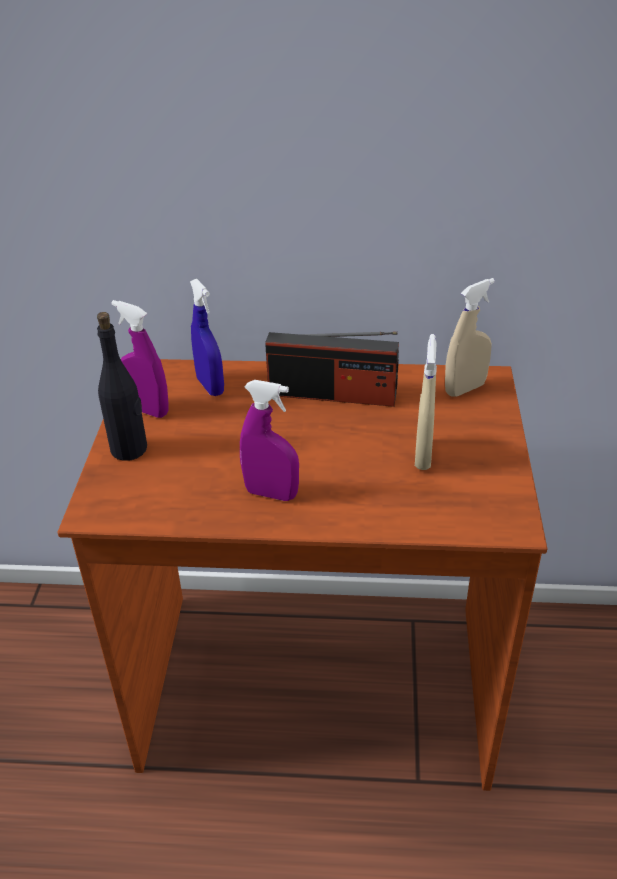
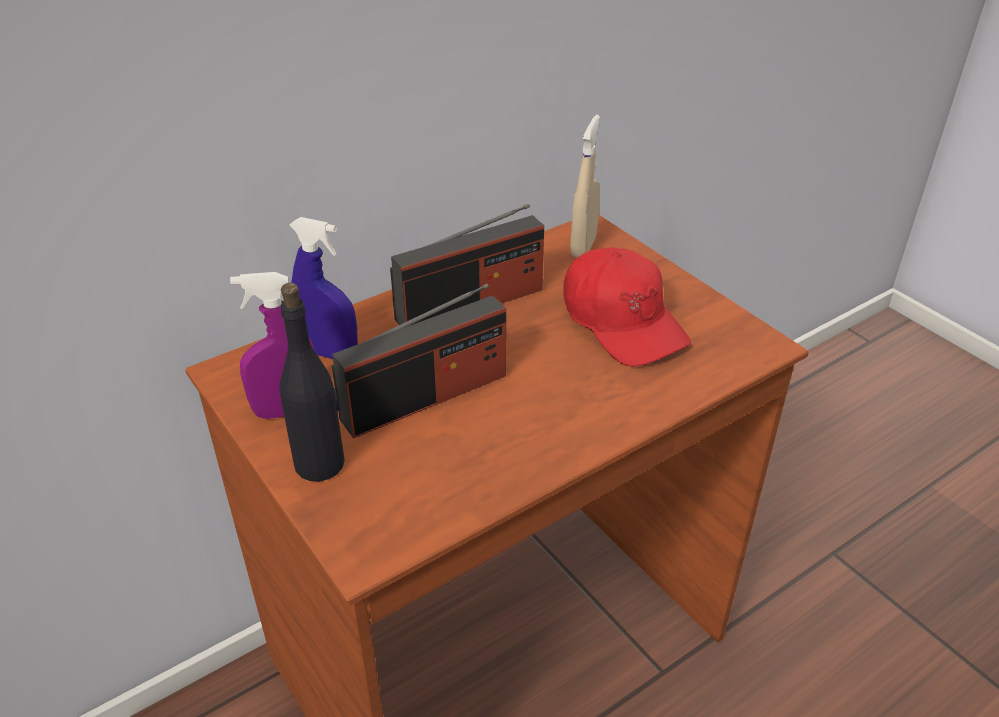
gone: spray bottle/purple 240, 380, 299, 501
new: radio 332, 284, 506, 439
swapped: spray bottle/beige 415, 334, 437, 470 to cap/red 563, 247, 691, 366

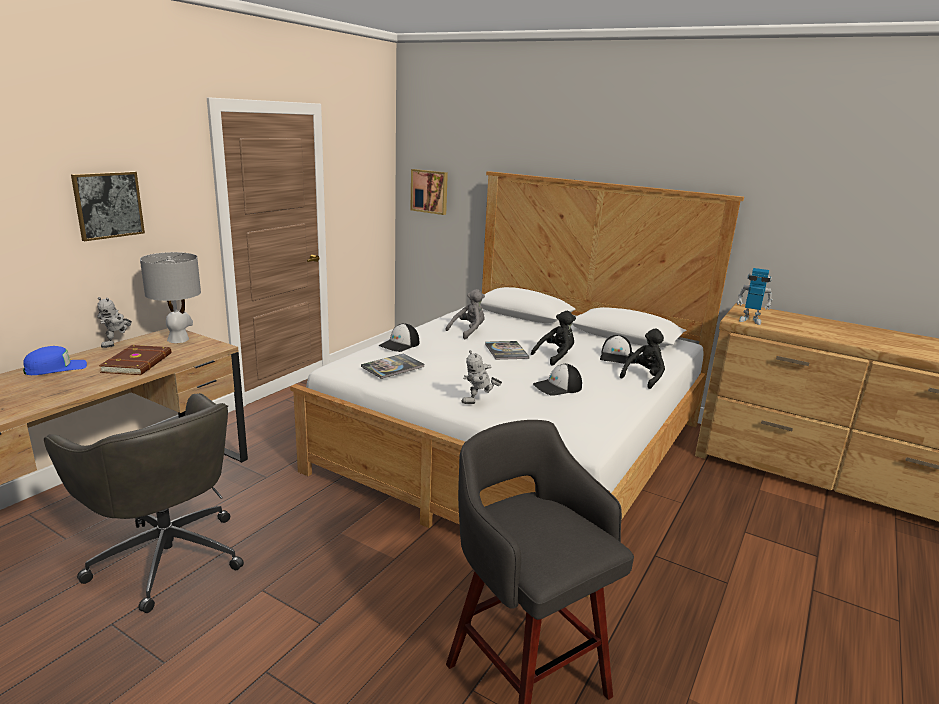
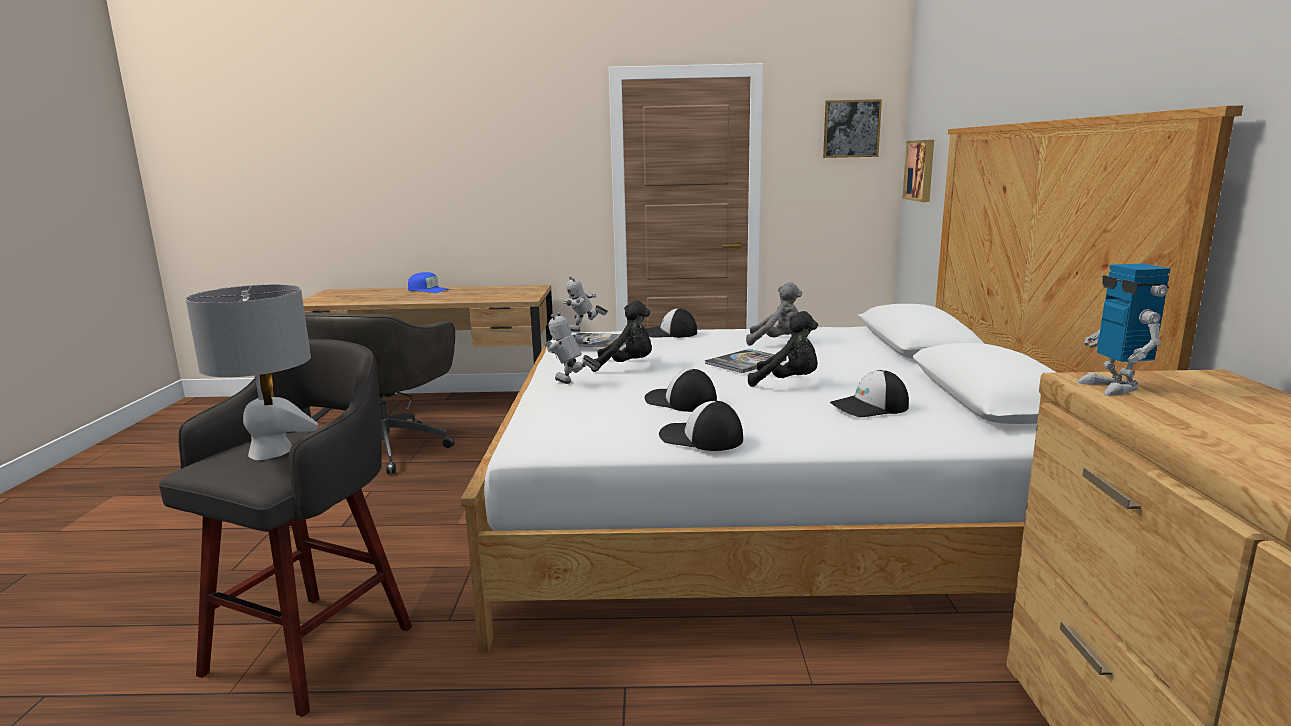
gone: book/brown 99, 345, 171, 375
new: cap 659, 401, 743, 451
shifted: table lamp/grey 140, 252, 201, 343 to 186, 284, 318, 460; toy robot 97, 297, 132, 348 to 563, 276, 608, 332; plush toy/black 620, 328, 665, 389 to 591, 300, 652, 372; picture 71, 171, 145, 241 to 823, 99, 882, 158

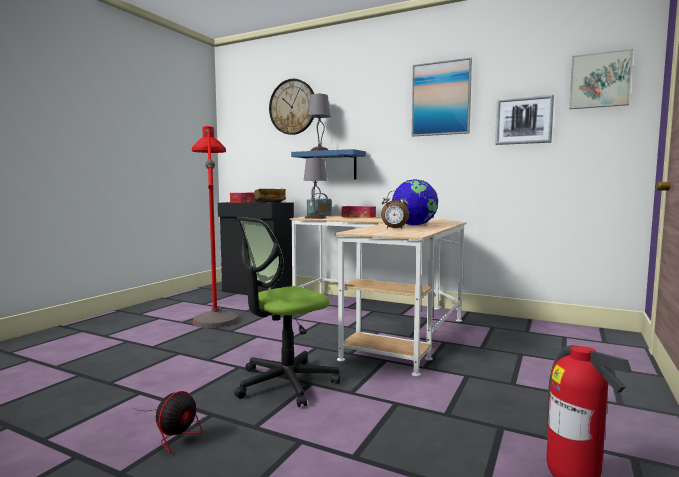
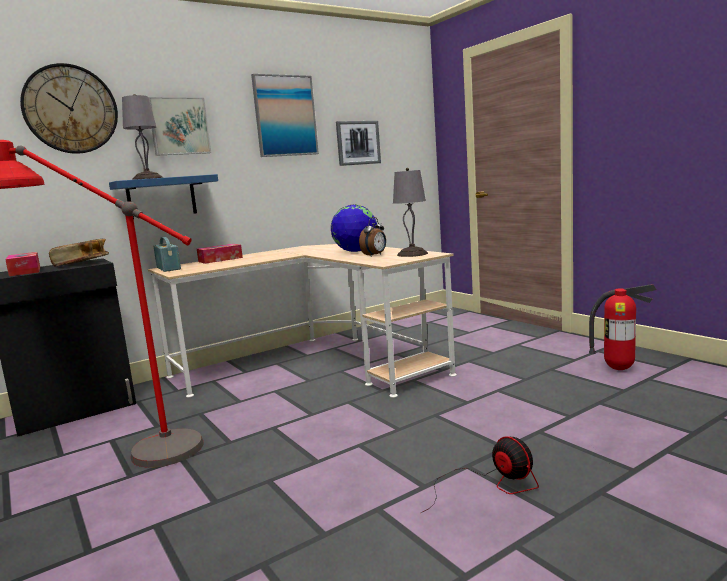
gone: office chair 234, 217, 340, 407
shifted: picture 569, 49, 633, 109 to 148, 97, 211, 156; table lamp/grey 304, 156, 327, 219 to 393, 168, 428, 257

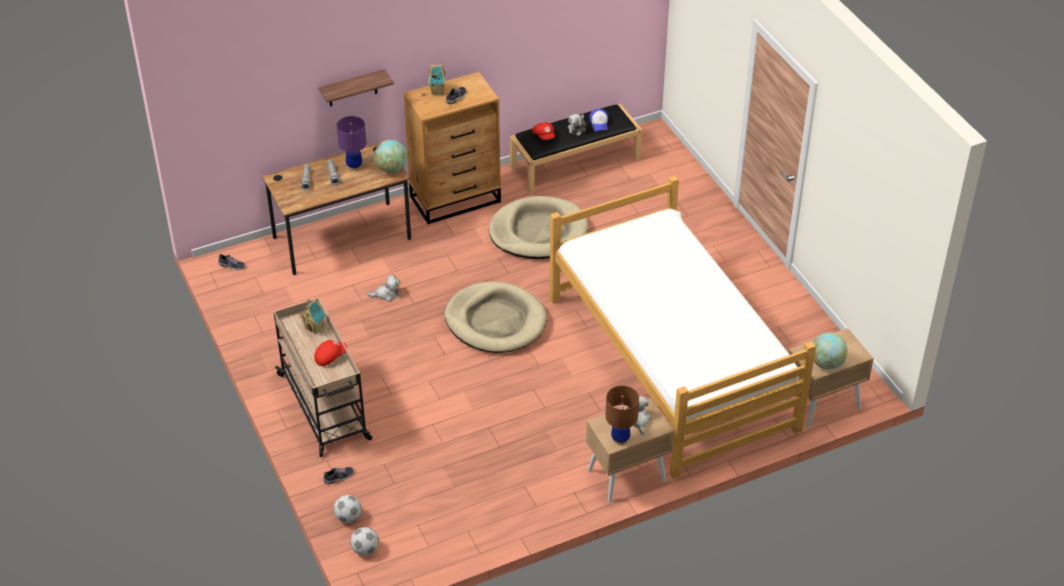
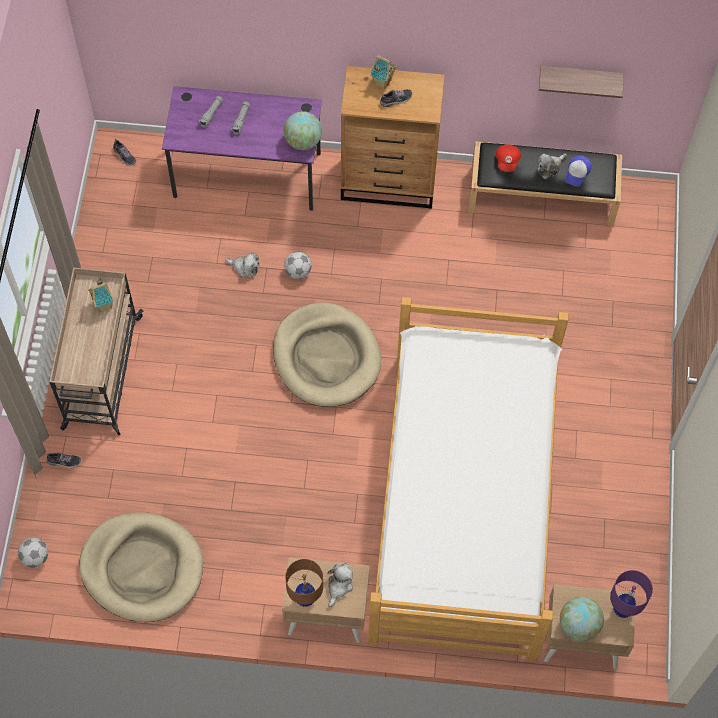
gone: cap/red 314, 340, 347, 366
shifted: dog bed/beige 489, 196, 588, 259 to 79, 512, 203, 622; football 334, 495, 362, 523 to 284, 252, 312, 279; shelf 318, 69, 394, 106 to 539, 66, 624, 98; table lamp/purple 337, 116, 366, 171 to 610, 570, 653, 618
repainted: desk/brown 262, 141, 411, 275 to desk/purple 162, 86, 322, 211

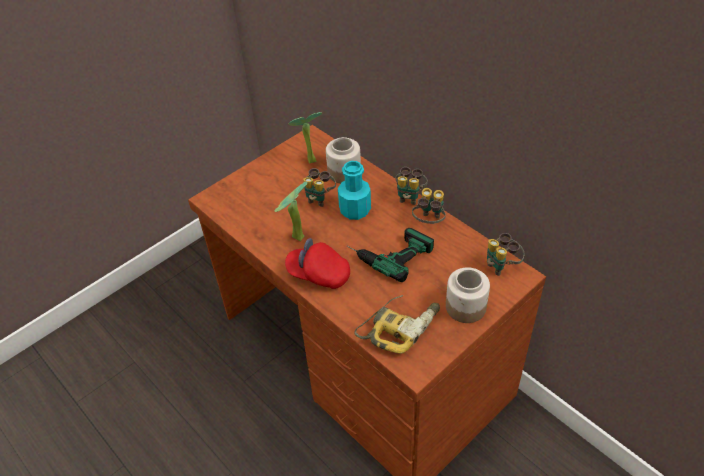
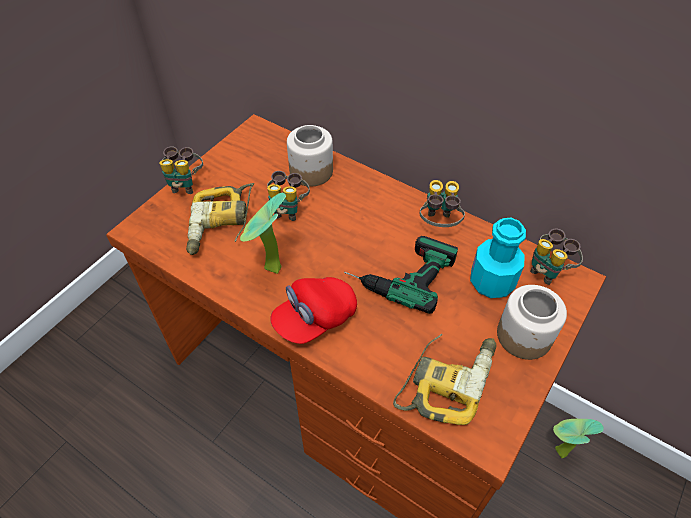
new: power drill 186, 183, 254, 255
shifted: binoculars 396, 167, 428, 205 to 159, 146, 203, 194; bottle/turquoise 338, 161, 371, 220 to 470, 218, 526, 298; potted plant 289, 112, 322, 164 to 553, 419, 603, 459
rotated: cap/red 285, 238, 350, 289 = 270, 277, 357, 344 45 degrees counterclockwise

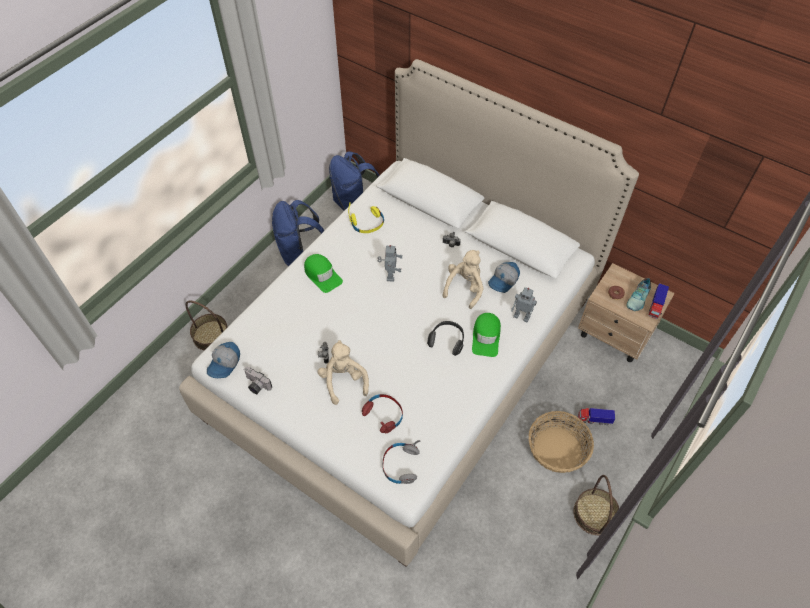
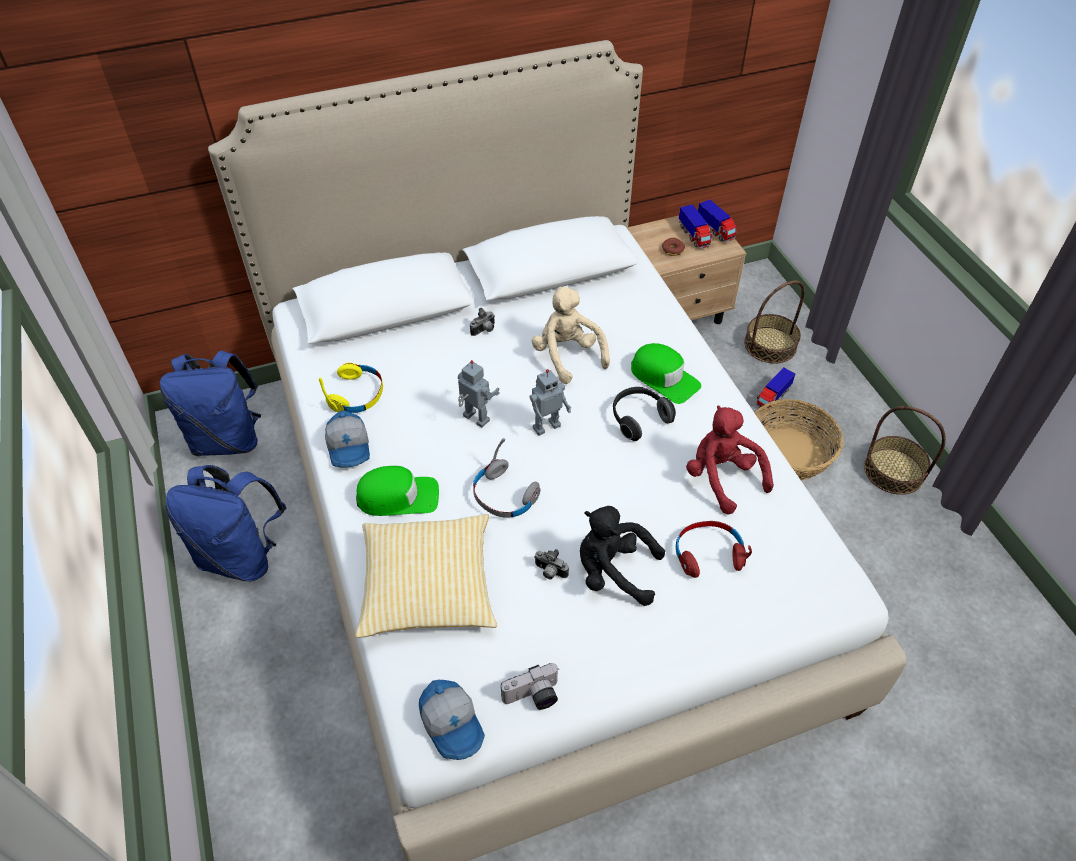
new: pillow 355, 514, 497, 638; plush toy/red 686, 406, 774, 515
shifted: cap 488, 262, 520, 293 to 325, 410, 370, 468; headphones/grey 382, 440, 421, 484 to 473, 438, 541, 518; toy robot 511, 287, 537, 322 to 530, 369, 571, 436; basket 185, 300, 227, 350 to 744, 281, 805, 364
swapped: shoe 627, 278, 651, 311 to toy truck 679, 204, 713, 249
repainted: plush toy/beige 318, 340, 369, 405 to plush toy/black 580, 506, 665, 606

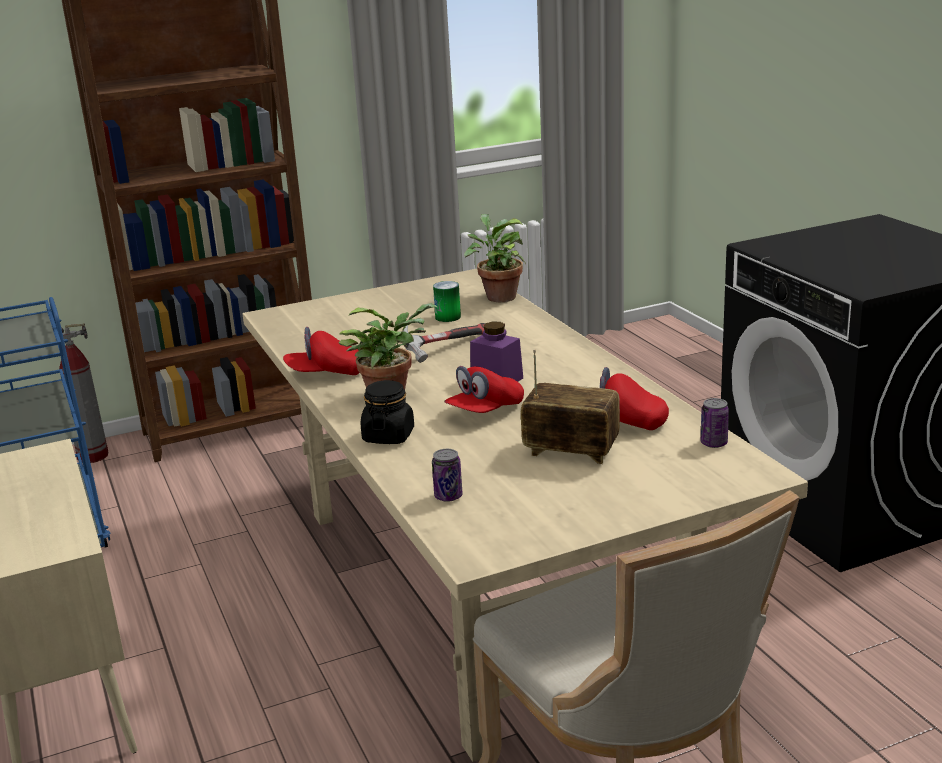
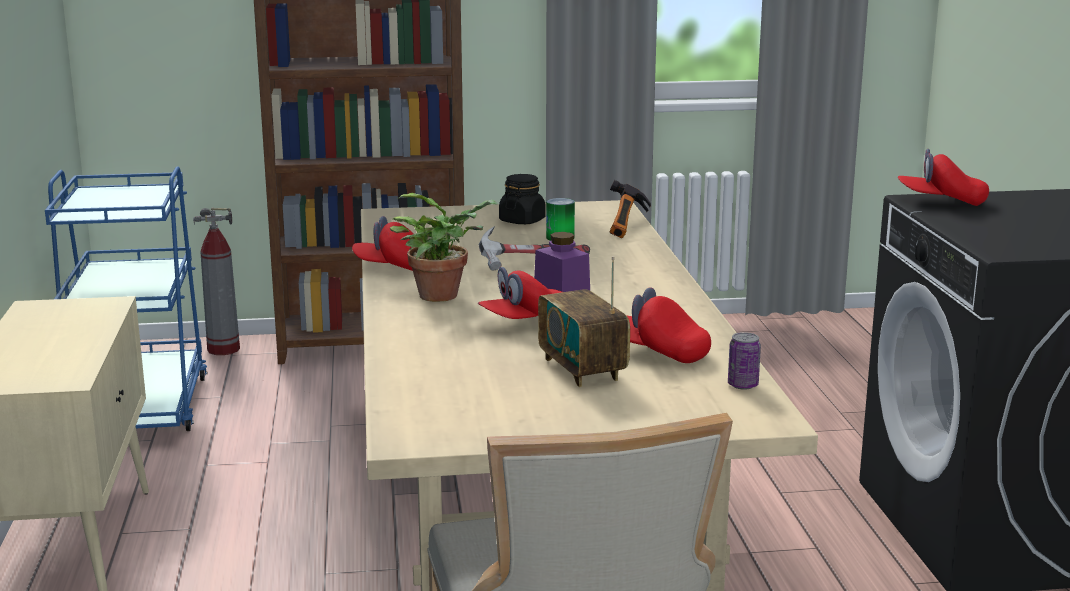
gone: can 432, 449, 463, 502
new: cap/red 898, 149, 989, 206
shifted: jar/black 360, 380, 414, 444 to 499, 174, 546, 224
swapped: potted plant 464, 214, 526, 303 to hammer 610, 180, 651, 238
rotated: radio 521, 349, 620, 464 = 538, 256, 630, 387 150 degrees counterclockwise

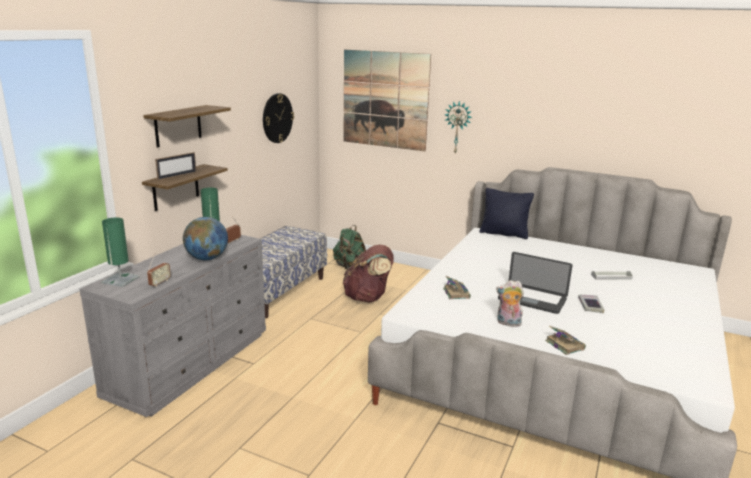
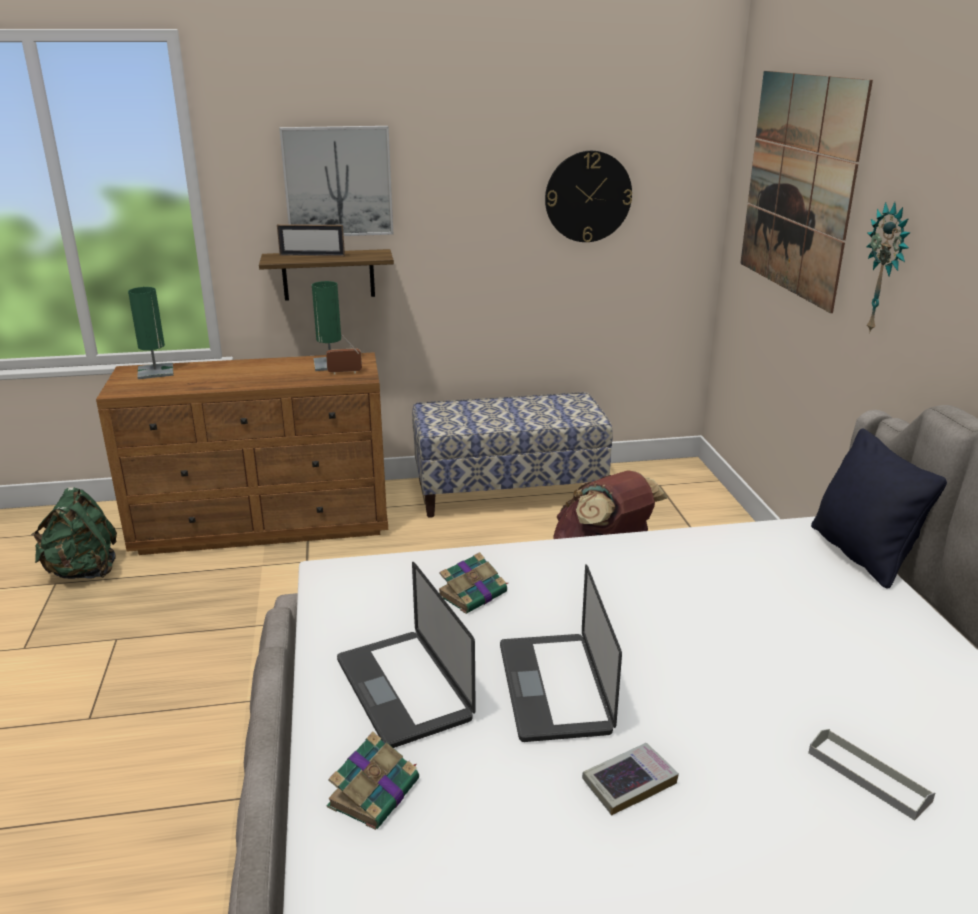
gone: radio 147, 253, 171, 287; globe 183, 217, 228, 260
shifted: backpack/green 333, 225, 366, 269 to 31, 487, 117, 579
swapped: shelf 143, 105, 231, 148 to picture 279, 126, 393, 236; plush toy 496, 280, 524, 327 to laptop 337, 562, 476, 748
repainted: dresser/grey 79, 235, 266, 417 to dresser/brown 96, 352, 388, 555

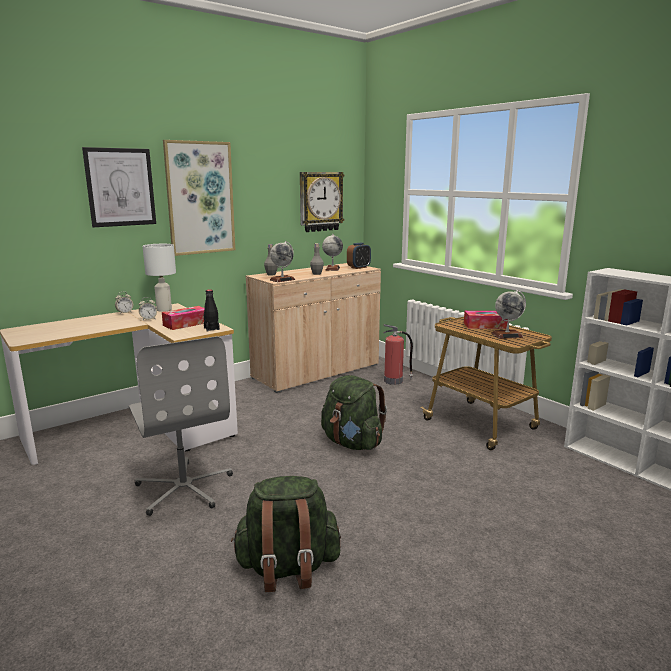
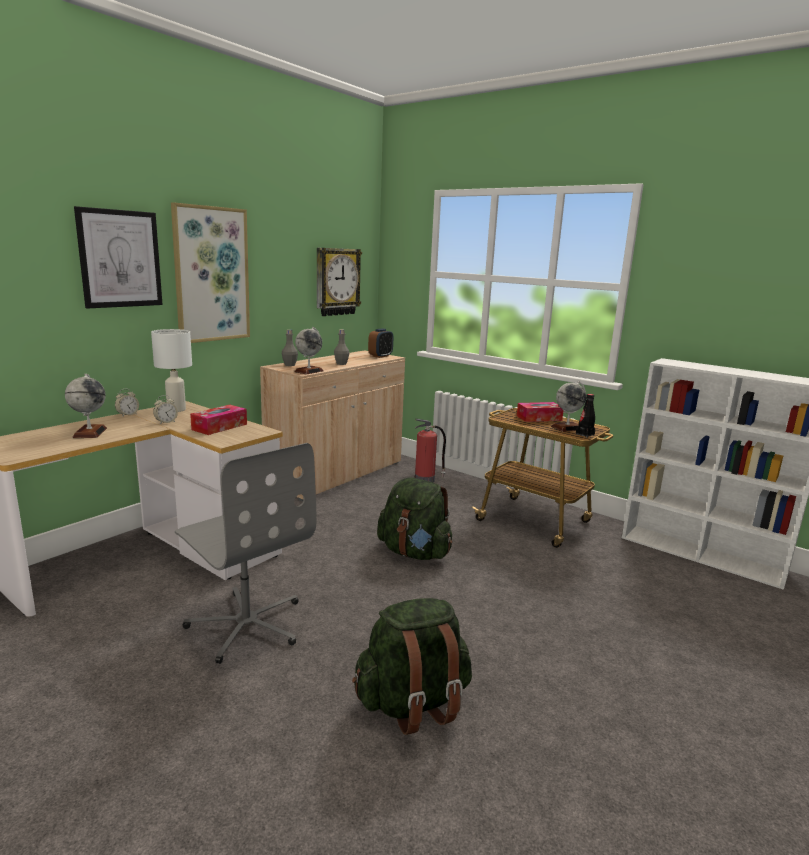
shifted: globe 322, 234, 343, 271 to 65, 374, 107, 438; bottle/black 204, 290, 220, 331 to 576, 394, 595, 438

